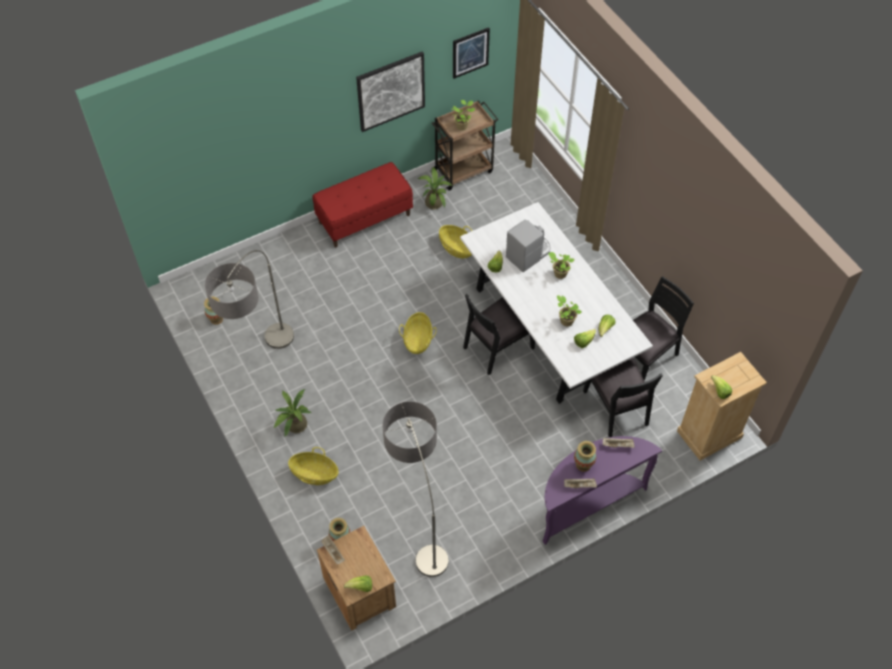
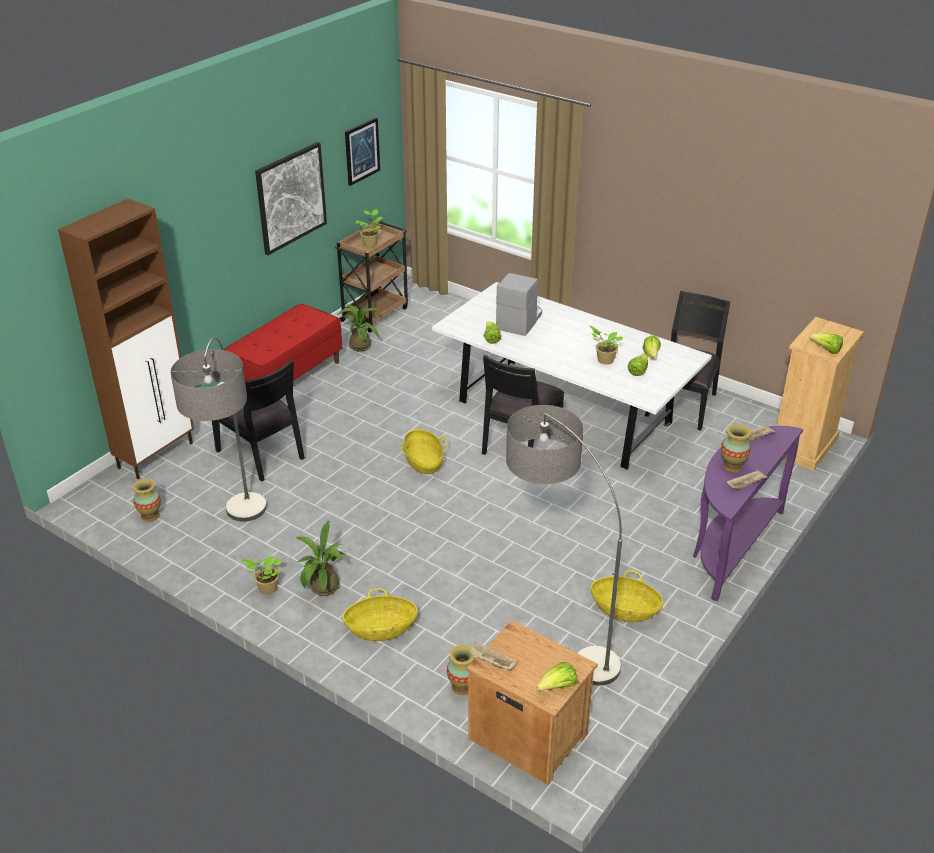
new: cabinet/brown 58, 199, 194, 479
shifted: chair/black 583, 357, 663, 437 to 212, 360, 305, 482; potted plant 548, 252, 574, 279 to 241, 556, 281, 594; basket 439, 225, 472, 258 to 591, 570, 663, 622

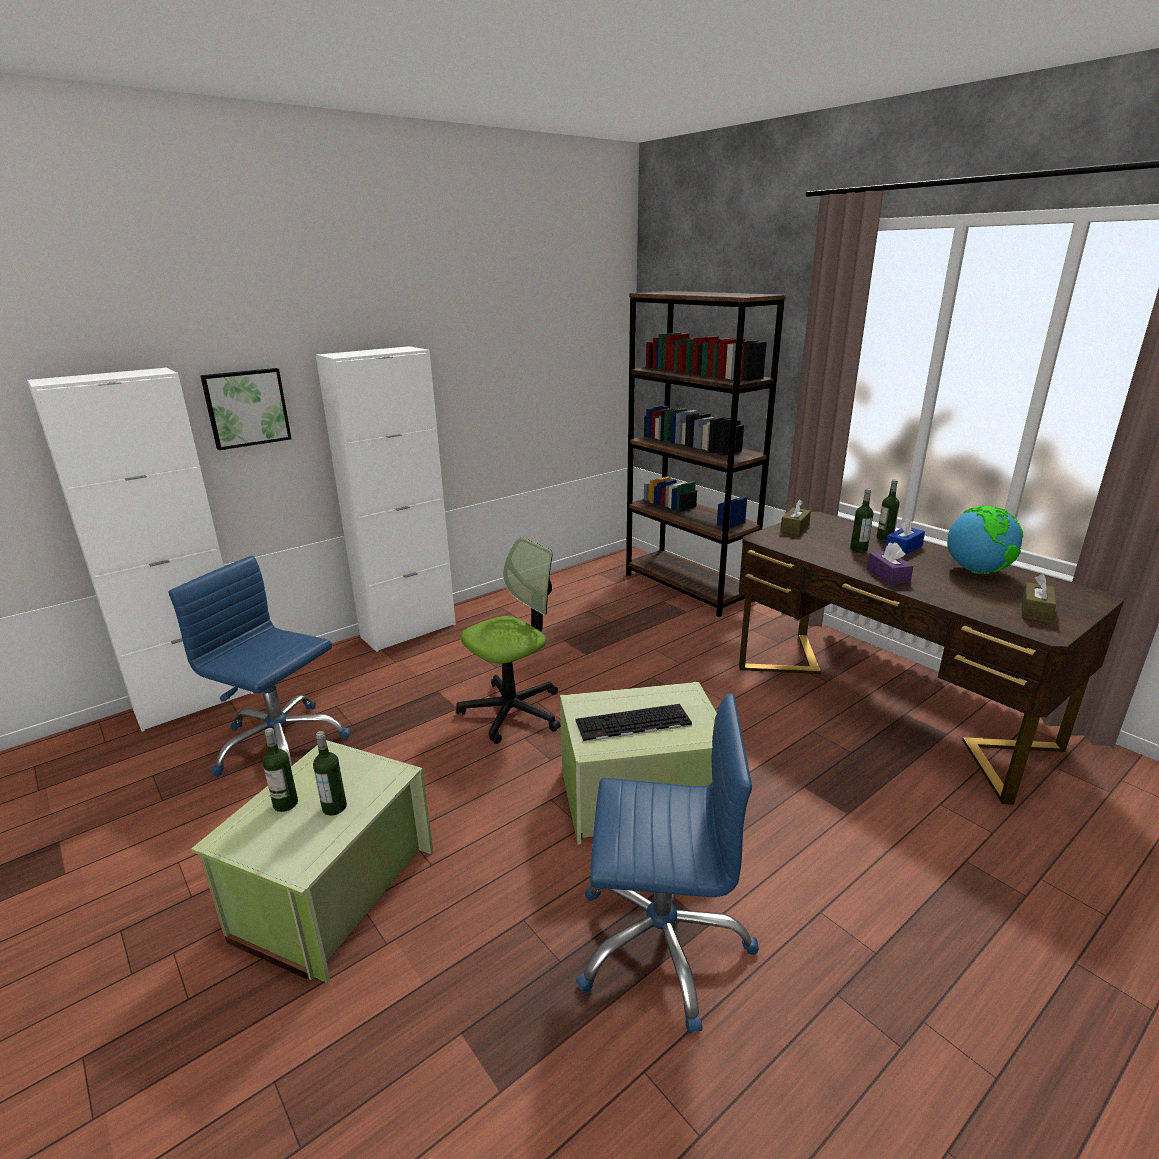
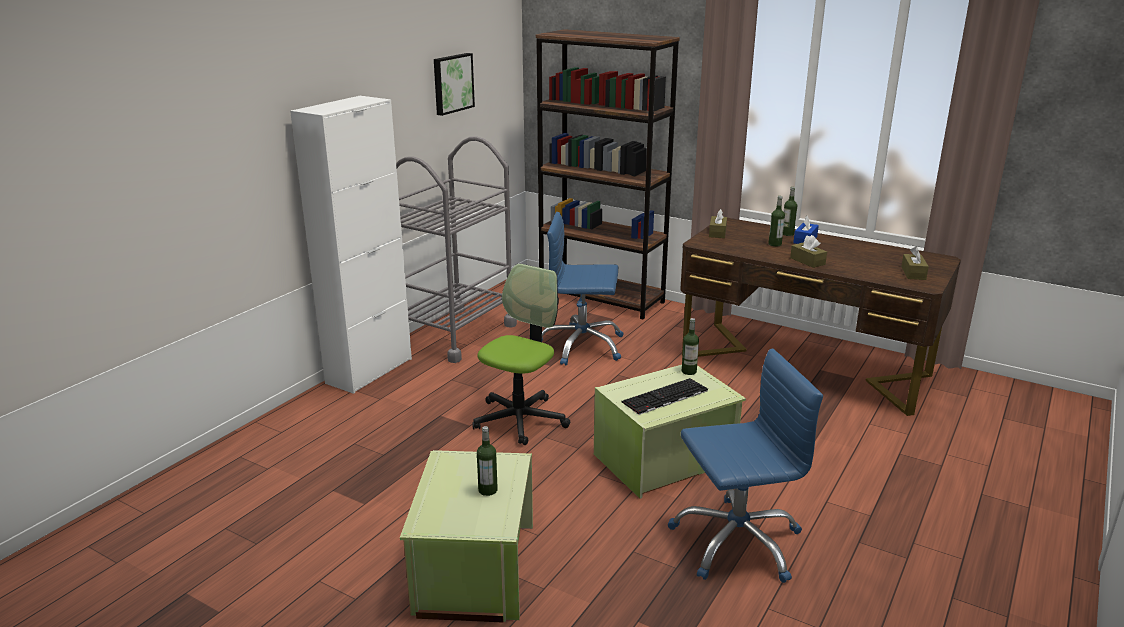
gone: cabinet/white 27, 368, 254, 732; globe 947, 506, 1023, 574
new: cart/grey 396, 136, 517, 363
shifted: picture 200, 368, 292, 450 to 434, 53, 475, 116; office chair/blue 169, 556, 350, 777 to 542, 212, 624, 365; bottle 263, 728, 298, 812 to 682, 318, 699, 375
repainted: tissue box/purple 867, 542, 913, 585 to tissue box/brown 790, 235, 827, 268

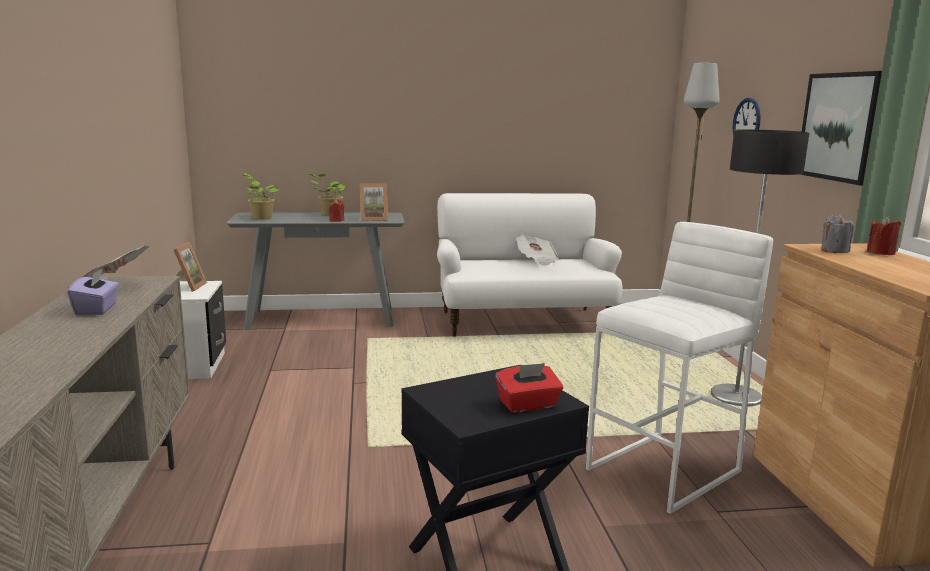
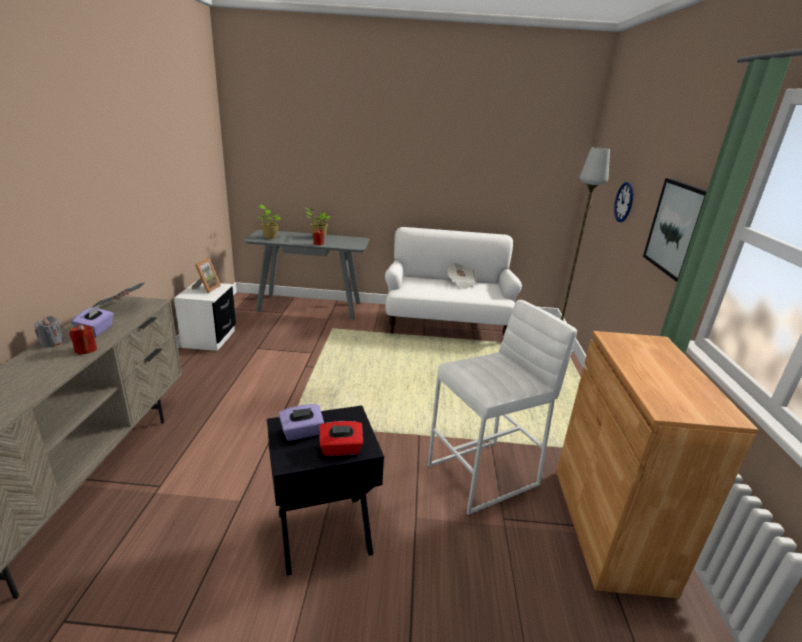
gone: picture frame 360, 183, 388, 221; floor lamp 711, 129, 810, 406
new: tissue box/purple 279, 404, 324, 441
shifted: candle/grey 821, 214, 854, 253 to 34, 316, 64, 348; candle/red 867, 216, 901, 255 to 69, 324, 97, 354

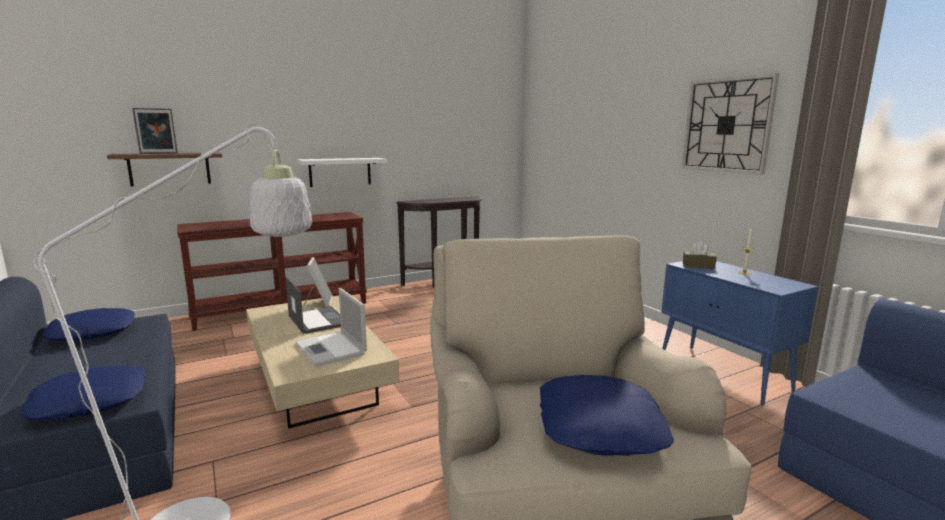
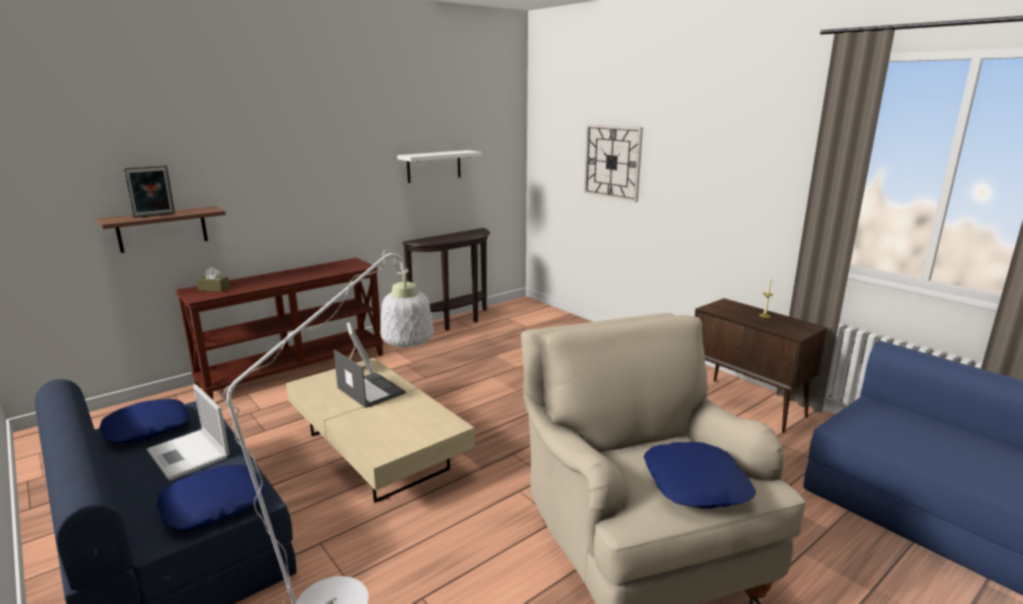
shifted: laptop 295, 288, 367, 367 to 147, 384, 230, 481; tissue box/brown 683, 242, 717, 269 to 196, 267, 230, 292; shelf/white 297, 158, 387, 187 to 397, 150, 482, 183; wall clock 682, 73, 779, 175 to 584, 124, 643, 202
repainted: cabinet/blue 661, 261, 819, 405 to cabinet/brown 695, 298, 828, 433

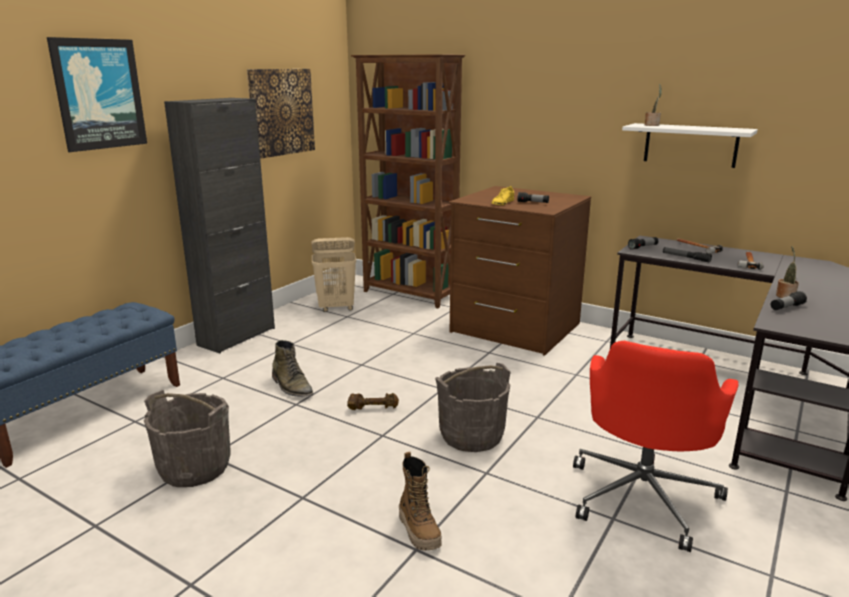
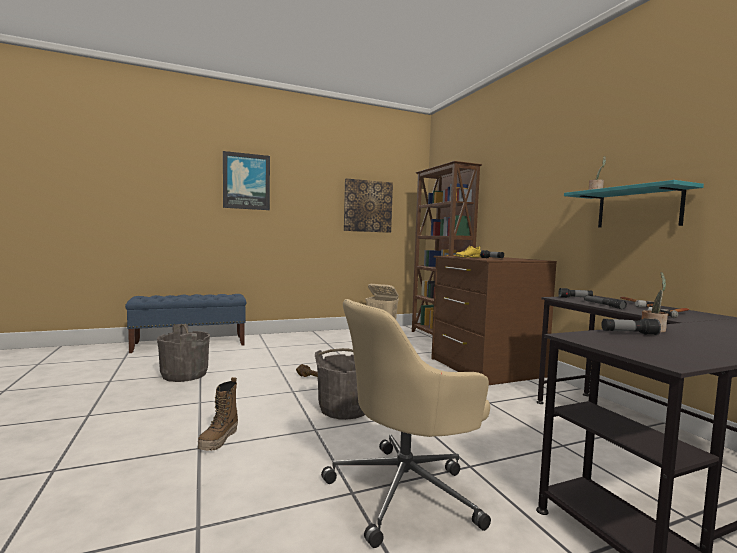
gone: cabinet/black 164, 98, 275, 353; boot/green 272, 340, 314, 397
repainted: office chair/red 573, 341, 738, 552 to office chair/beige 321, 299, 491, 548; shelf/white 622, 123, 758, 168 to shelf/turquoise 564, 180, 704, 227

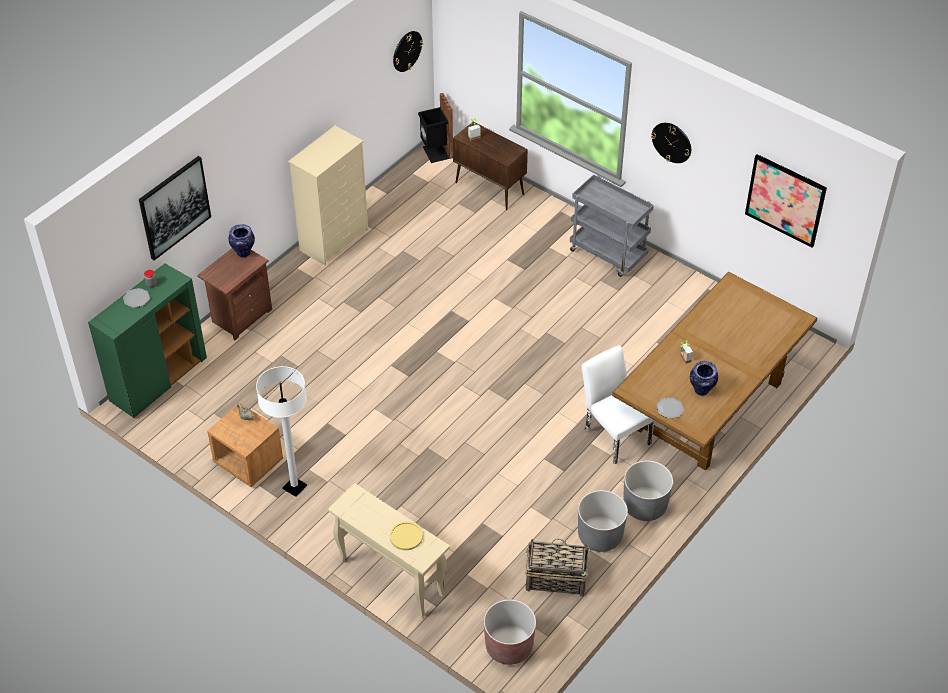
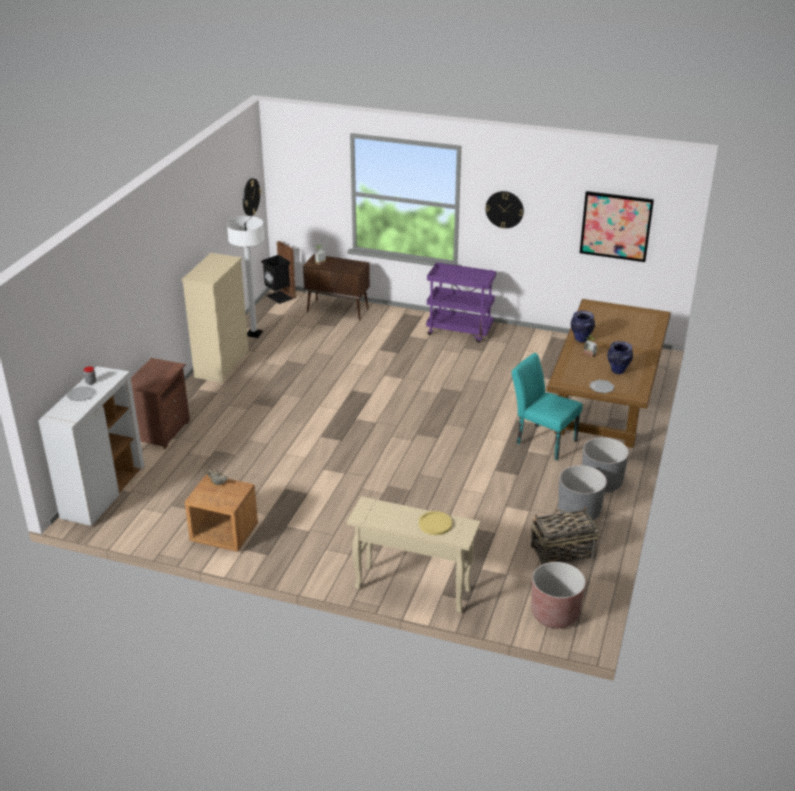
gone: picture 139, 156, 211, 260
shifted: floor lamp/white 256, 366, 307, 497 to 227, 216, 264, 338; vase 229, 224, 255, 257 to 571, 311, 595, 343
repainted: cabinet/green 88, 263, 207, 418 to cabinet/white 38, 366, 144, 526; cart/grey 570, 174, 654, 277 to cart/purple 426, 262, 496, 343; chair/white 582, 345, 655, 464 to chair/turquoise 512, 353, 583, 461

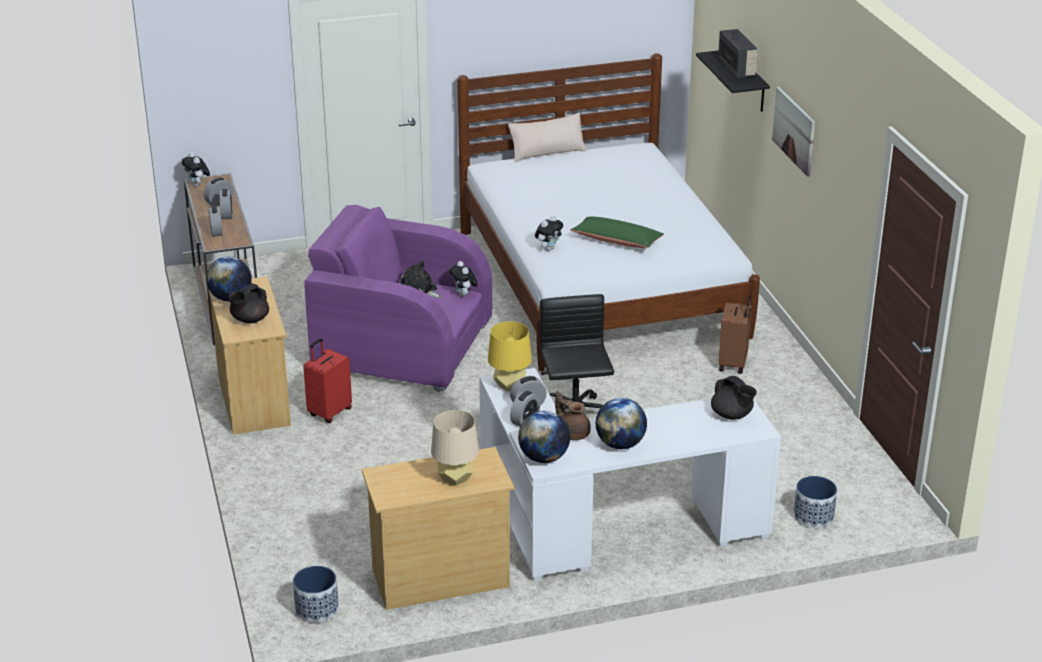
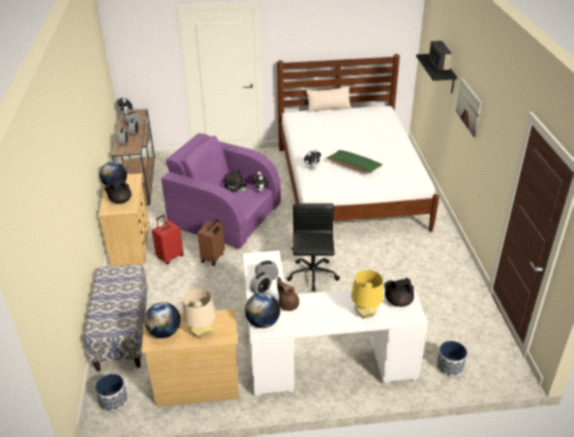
new: bench 84, 264, 148, 372
shifted: globe 596, 398, 647, 449 to 144, 302, 181, 338; suitcase/brown 718, 295, 752, 374 to 198, 219, 225, 266; table lamp/yellow 488, 321, 532, 392 to 351, 270, 383, 318
rotated: teapot/black 711, 376, 757, 420 = 384, 278, 414, 307 105 degrees clockwise

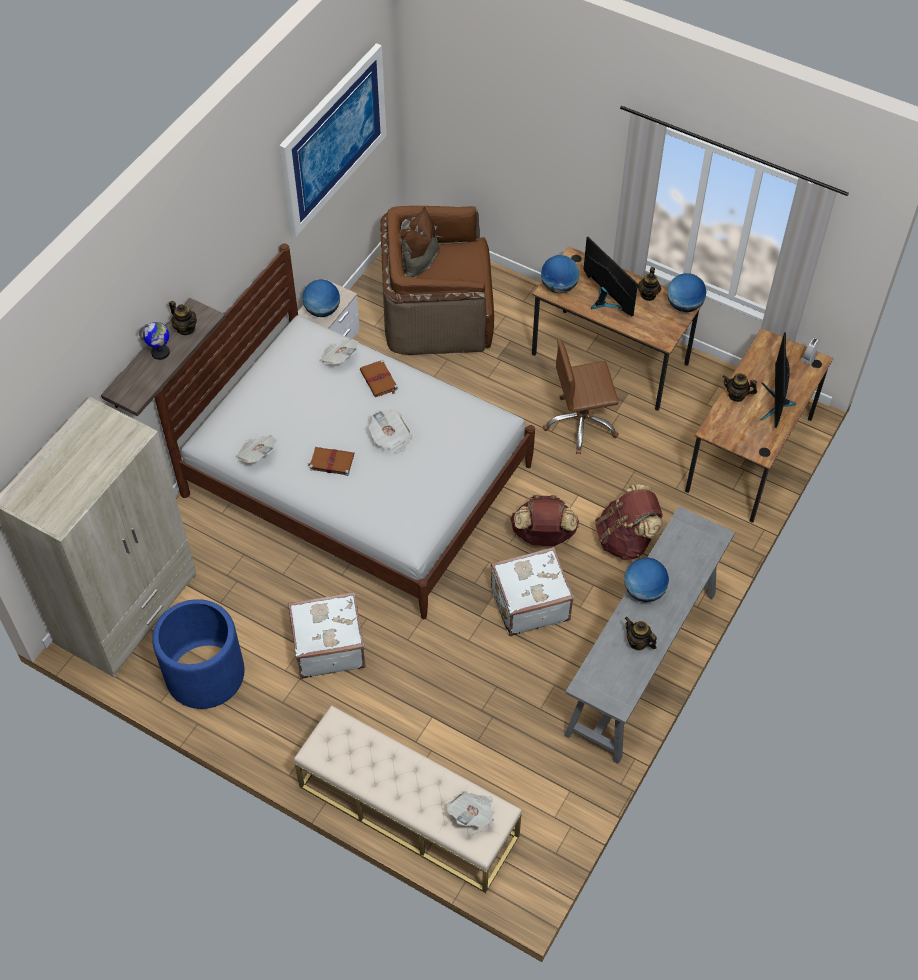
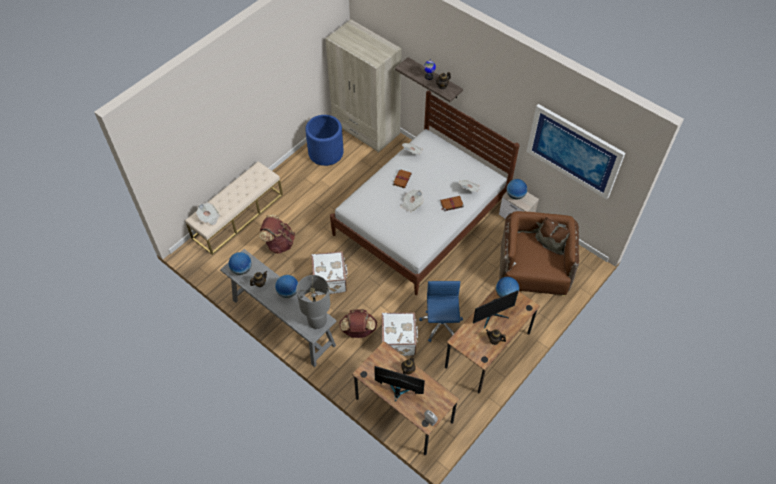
new: table lamp/grey 296, 275, 330, 329
shifted: globe 667, 273, 706, 312 to 229, 252, 252, 275; backpack/brown 511, 495, 579, 546 to 259, 215, 295, 254; suitcase/white 288, 592, 366, 679 to 382, 312, 418, 356
repainted: office chair/brown 543, 339, 619, 454 to office chair/blue 419, 281, 463, 342

